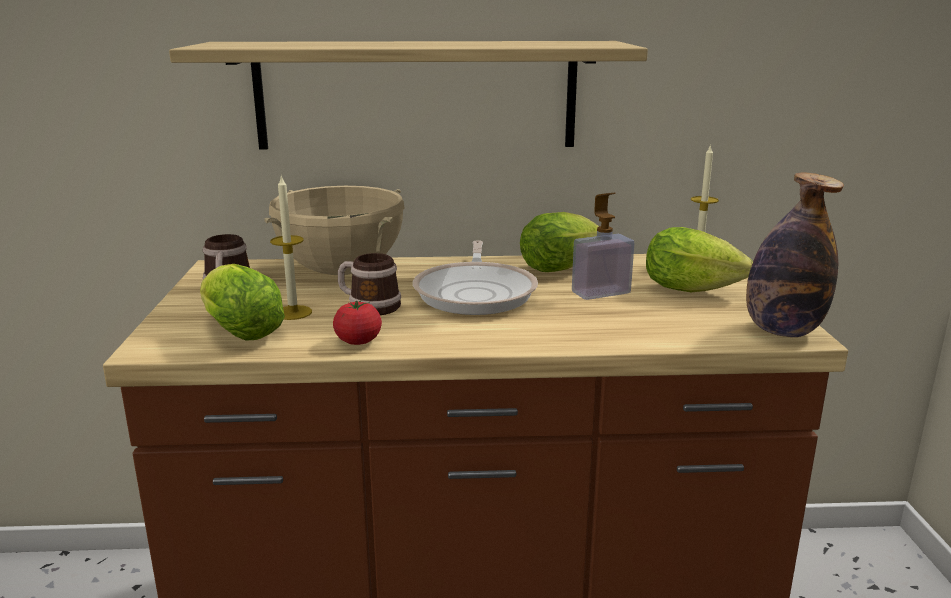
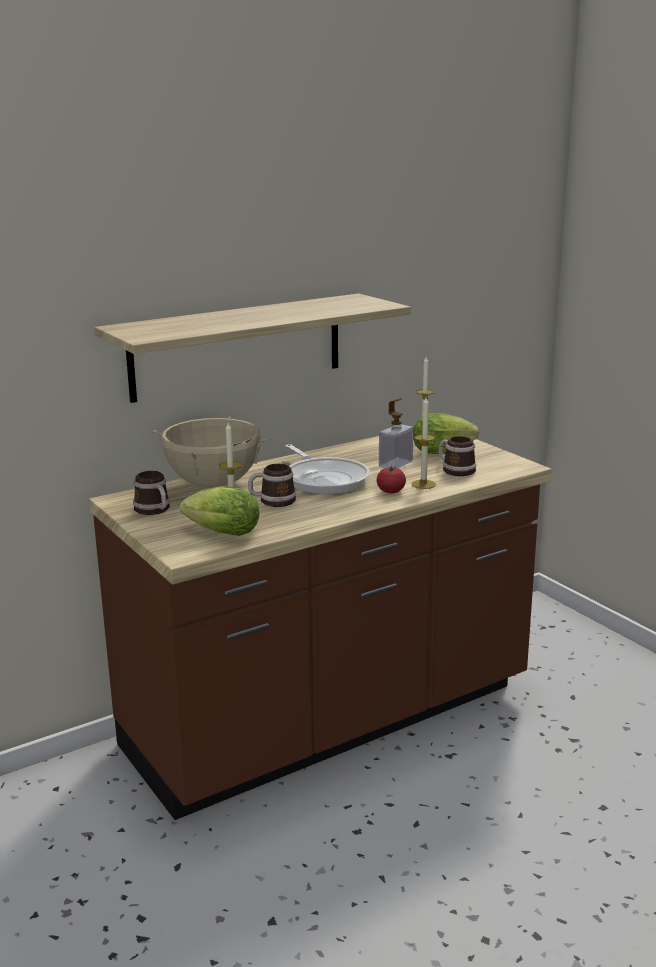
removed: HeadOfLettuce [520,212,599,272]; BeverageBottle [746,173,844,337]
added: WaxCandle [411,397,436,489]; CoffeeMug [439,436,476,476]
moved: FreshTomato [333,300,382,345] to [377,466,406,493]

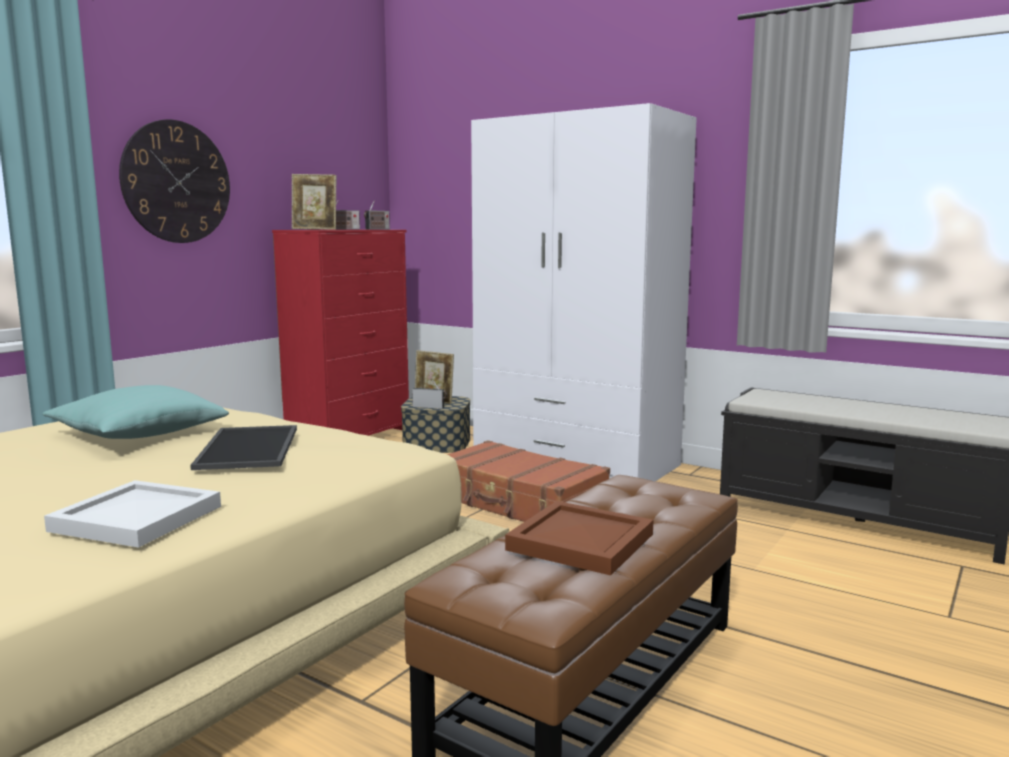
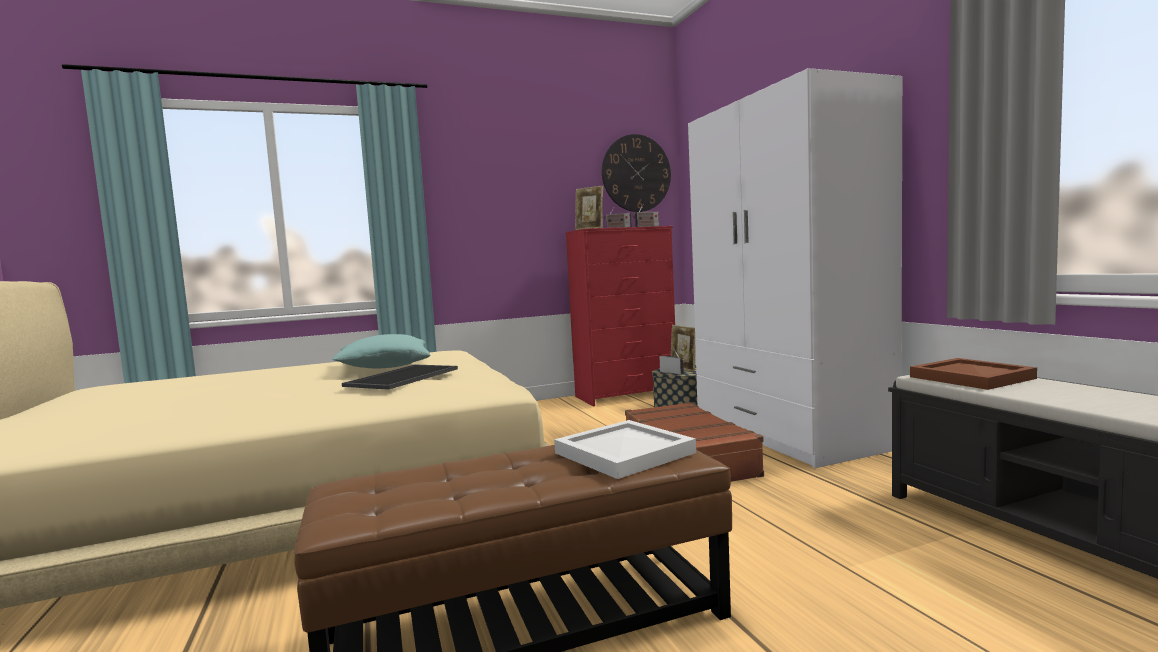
moved: WhiteCarryingTray [44,480,221,548] to [554,420,696,479]; ClockOnTheWall [119,120,230,243] to [602,134,671,212]; BrownCarryingTray [505,501,653,575] to [910,358,1037,390]

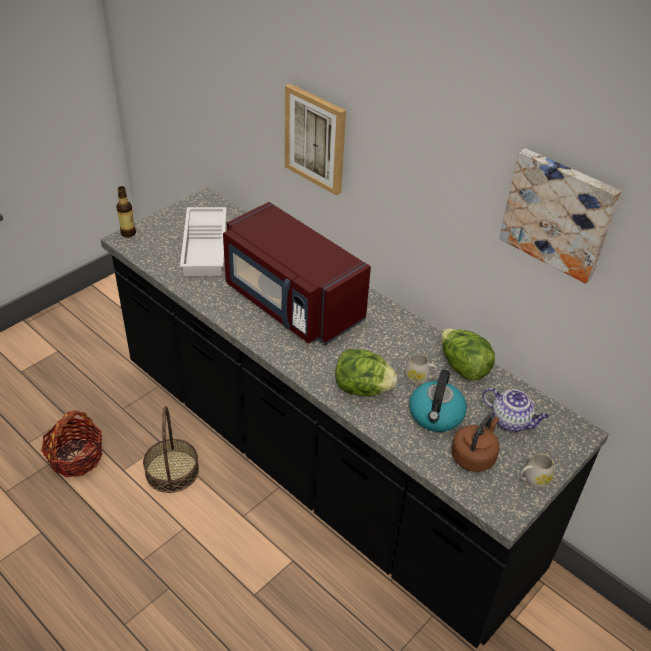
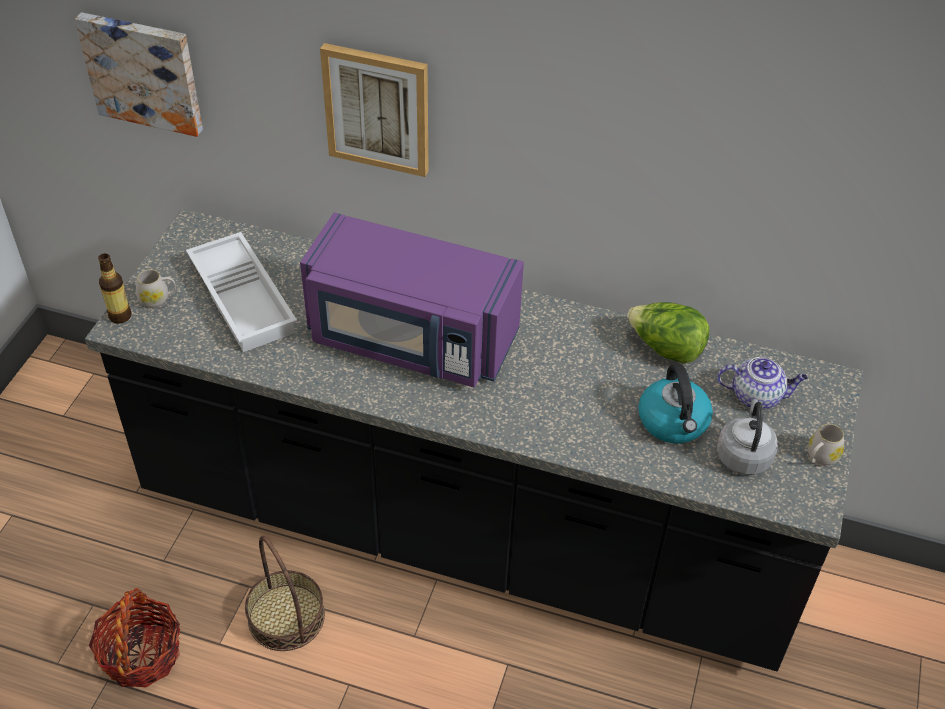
removed: HeadOfLettuce [335,349,397,396]
moved: WhiteCoffeeMug [405,354,438,385] to [136,269,176,308]; Picture [499,148,621,284] to [75,12,203,137]
recoloured: RedColouredKitchenMicrowave [223,202,371,345] to PurpleColouredKitchenMicrowave [300,212,524,387]; BrownTeaKettle [451,415,500,472] to GreyTeaKettle [717,399,778,475]

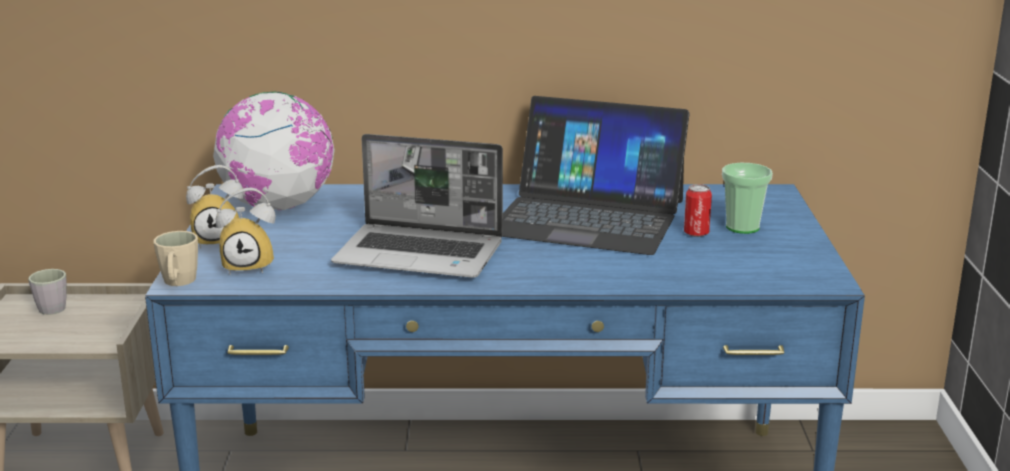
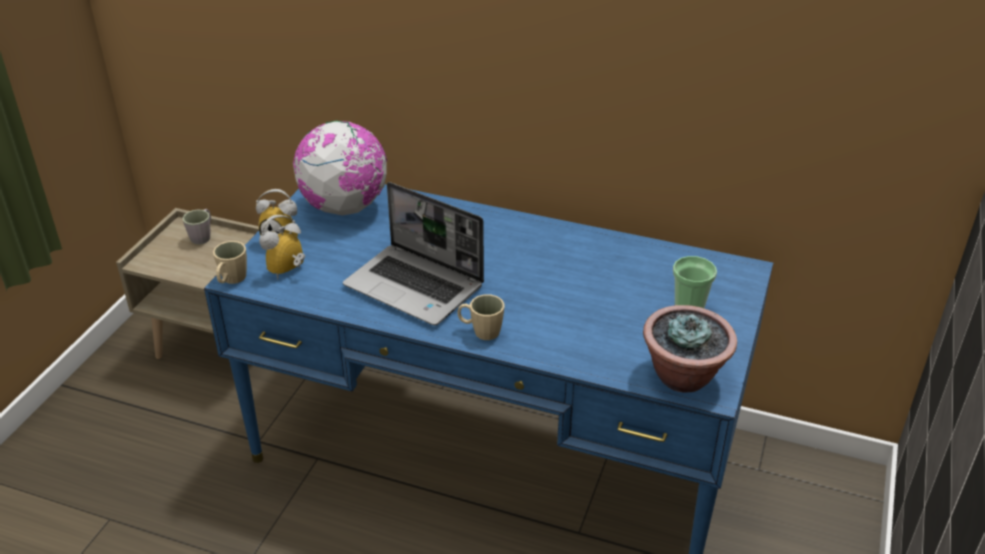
removed: NotebookComputer [502,96,690,255]; MetalCan [684,184,712,237]
added: BeigeColouredCoffeeMug [458,294,504,340]; PlantInAPot [643,305,737,392]
turned: AlarmClock [216,187,276,275] = [259,215,305,280] 120 degrees clockwise

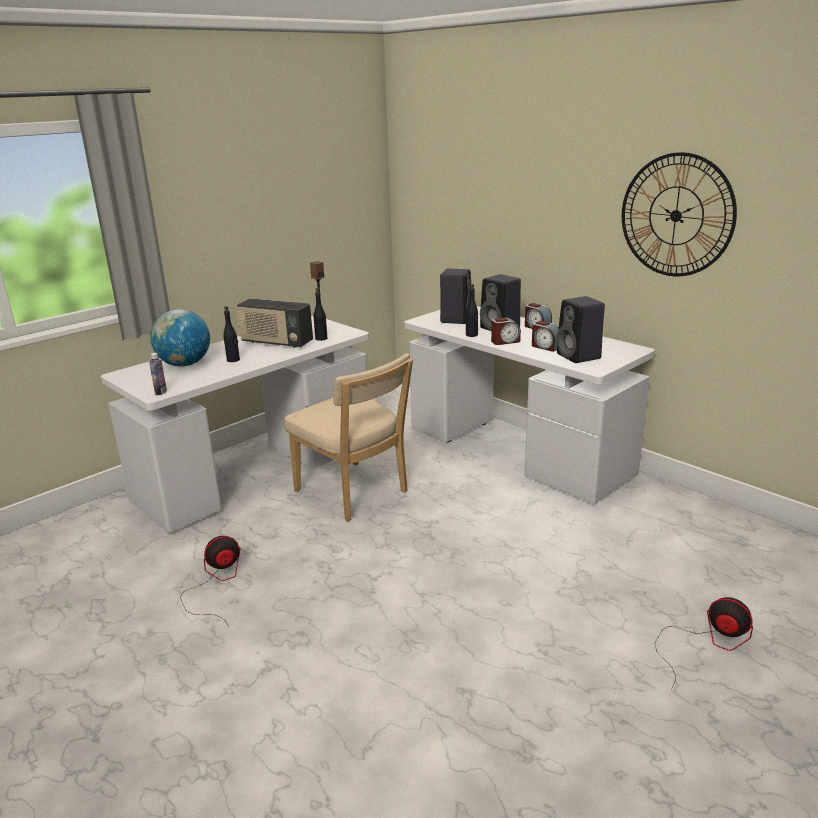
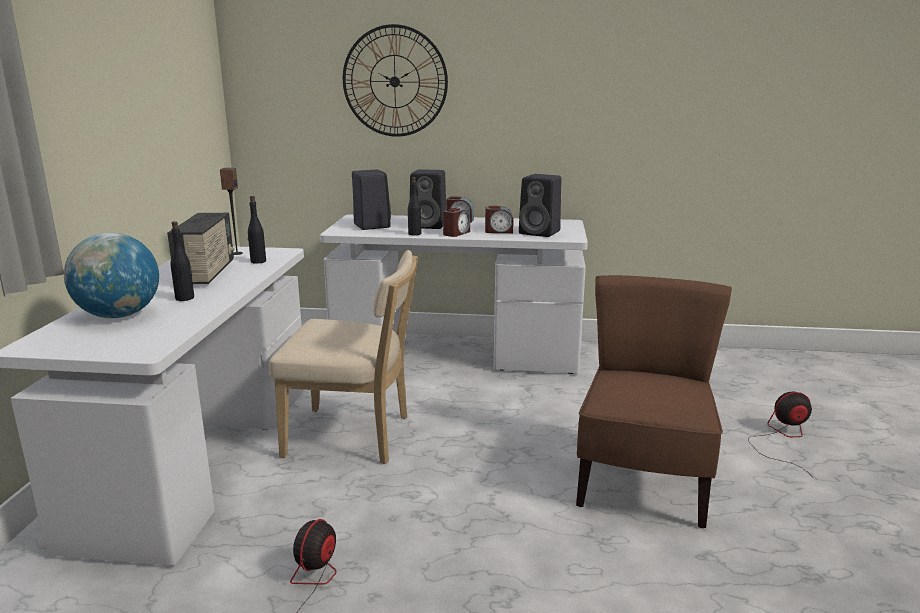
removed: BeverageBottle [149,353,167,395]
added: BrownUprightChair [576,275,732,528]
moved: ClockOnTheWall [622,152,737,276] to [343,24,448,137]
turned: RadioReceiver [236,298,313,348] = [167,213,235,284] 75 degrees counterclockwise

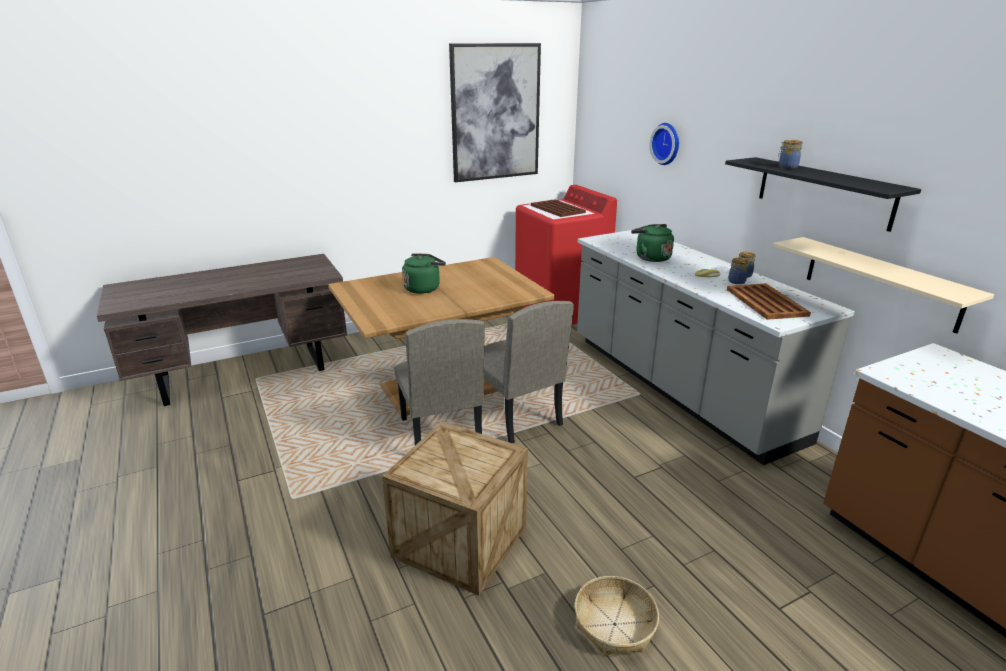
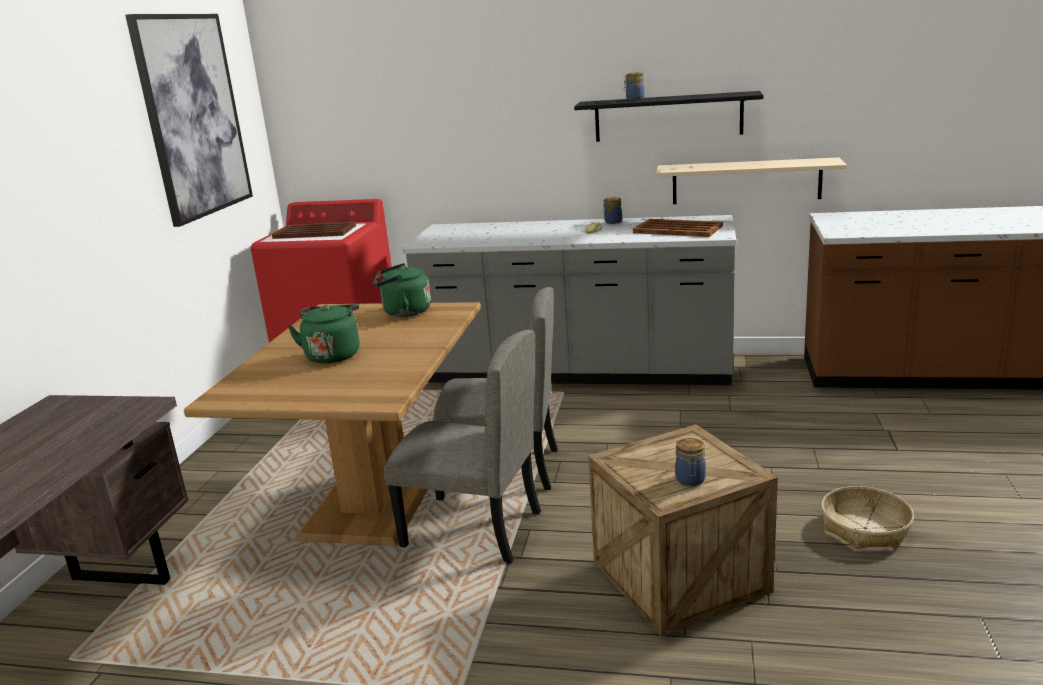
removed: ClockOnTheWall [650,123,679,165]
moved: GreenishTeaKettle [631,224,674,262] to [373,263,431,317]; StorageJar [728,258,749,284] to [675,438,706,486]

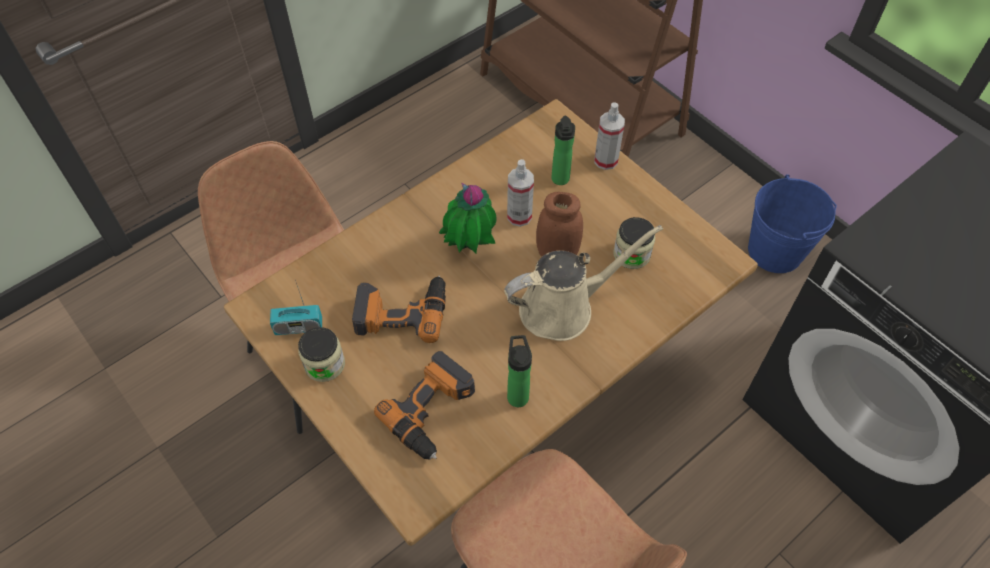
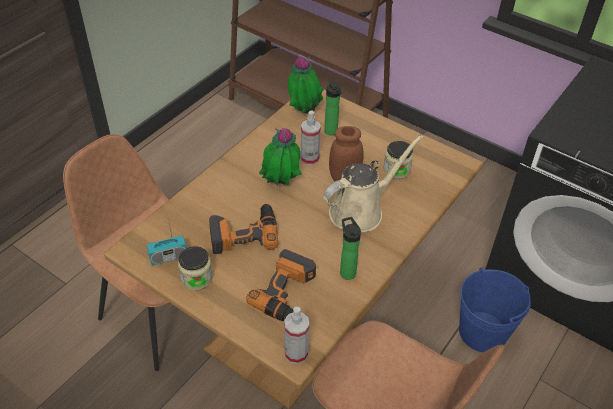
added: PlantInAPot [288,56,324,114]
moved: Sprayer [594,102,625,170] to [284,307,309,364]; BluishPail [748,174,837,273] to [459,267,531,352]

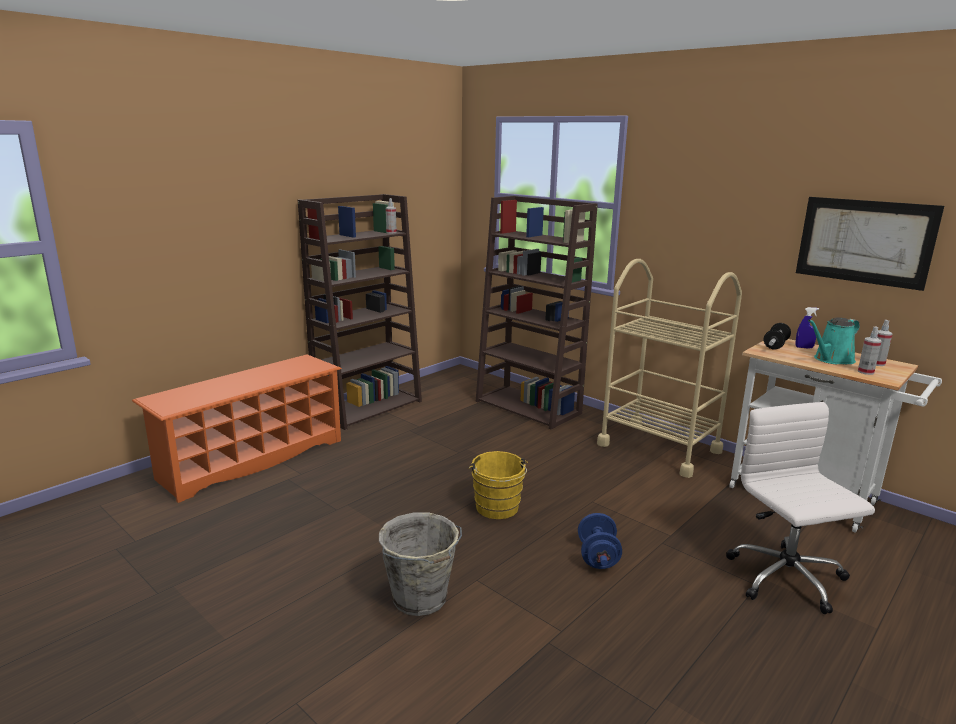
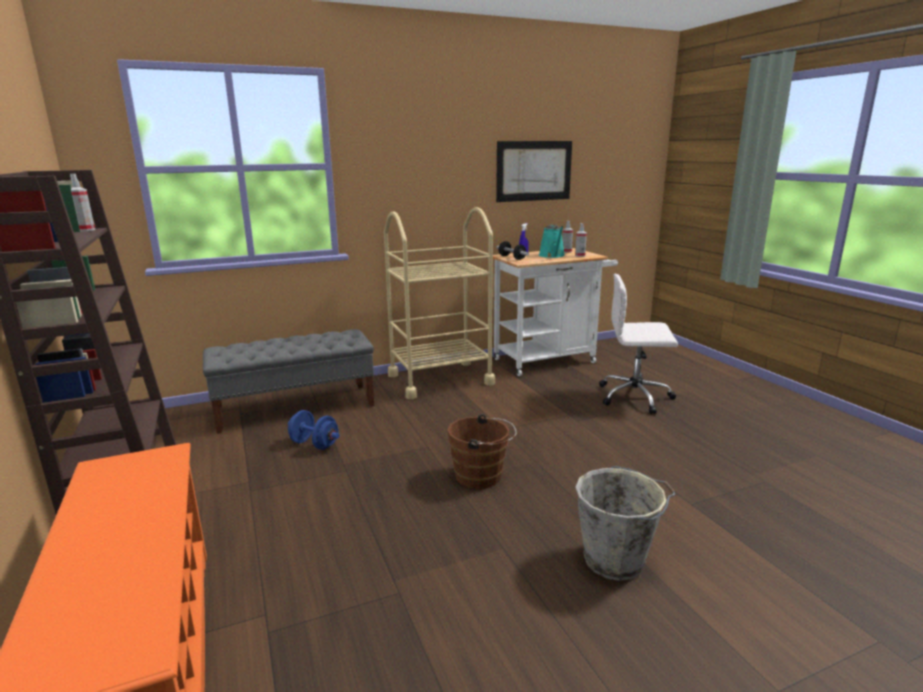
moved: BluishFreeWeight [578,513,622,569] to [288,410,340,450]
replaced: BrownBookcase [476,196,598,429] to GreyBench [203,329,374,434]
recoloured: YellowishPail [469,451,528,519] to BrownPail [447,414,517,489]

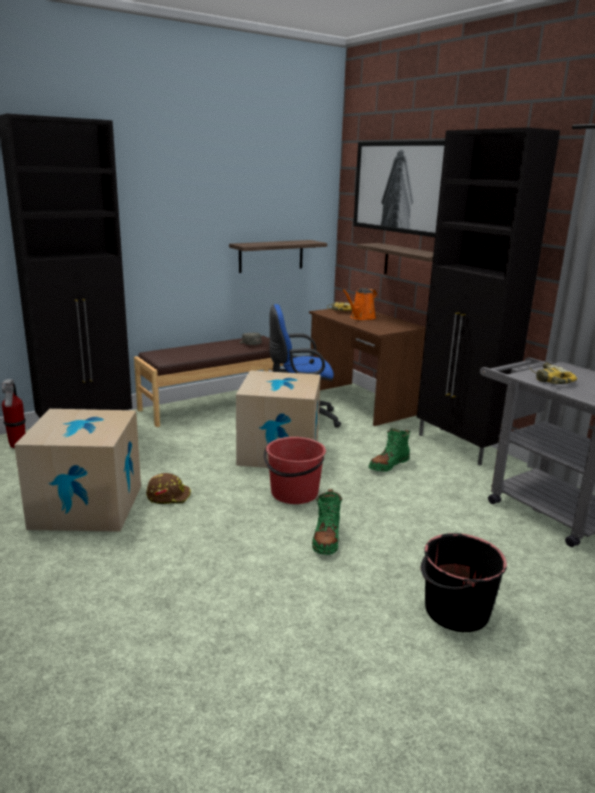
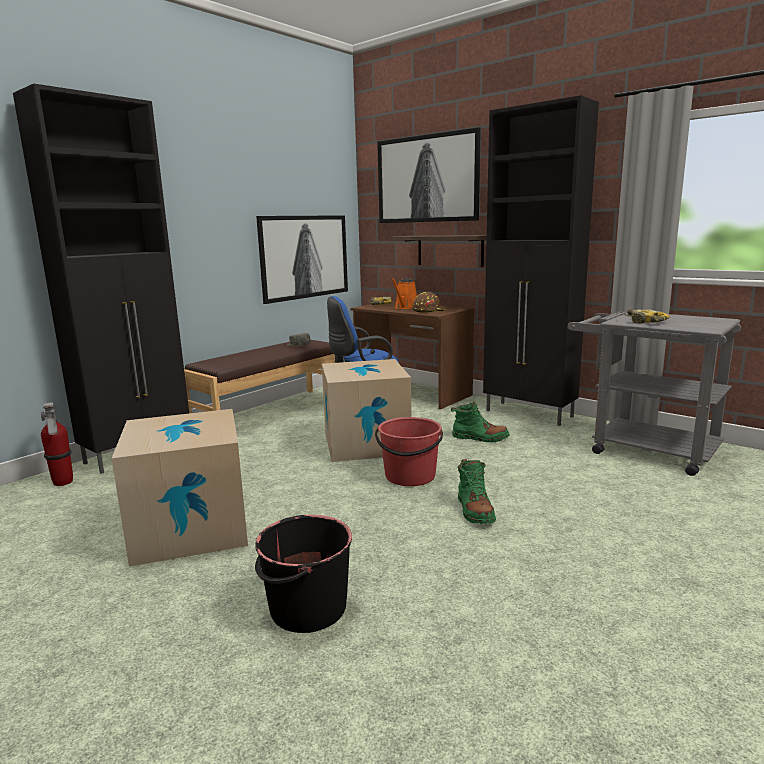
moved: BrownHardHat [146,473,191,504] to [412,292,445,313]; BlackPail [421,533,507,632] to [255,515,352,633]
replaced: WallShelf [229,240,327,273] to Picture [256,215,348,304]
turned: GreenishBoot [369,428,410,472] = [451,401,510,442] 105 degrees counterclockwise

